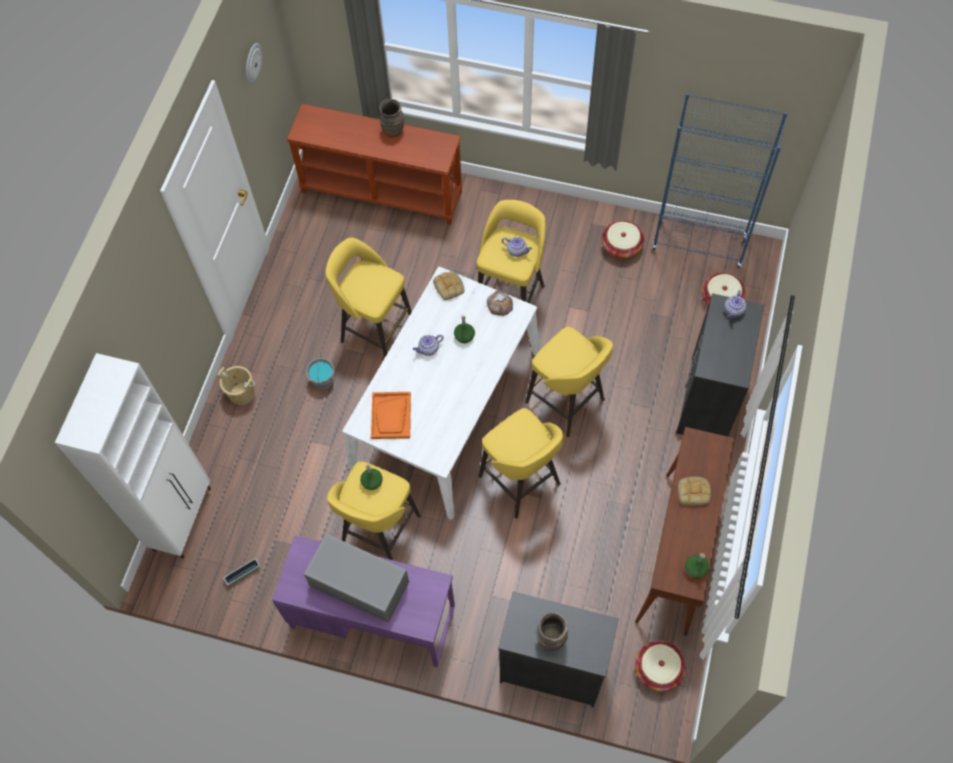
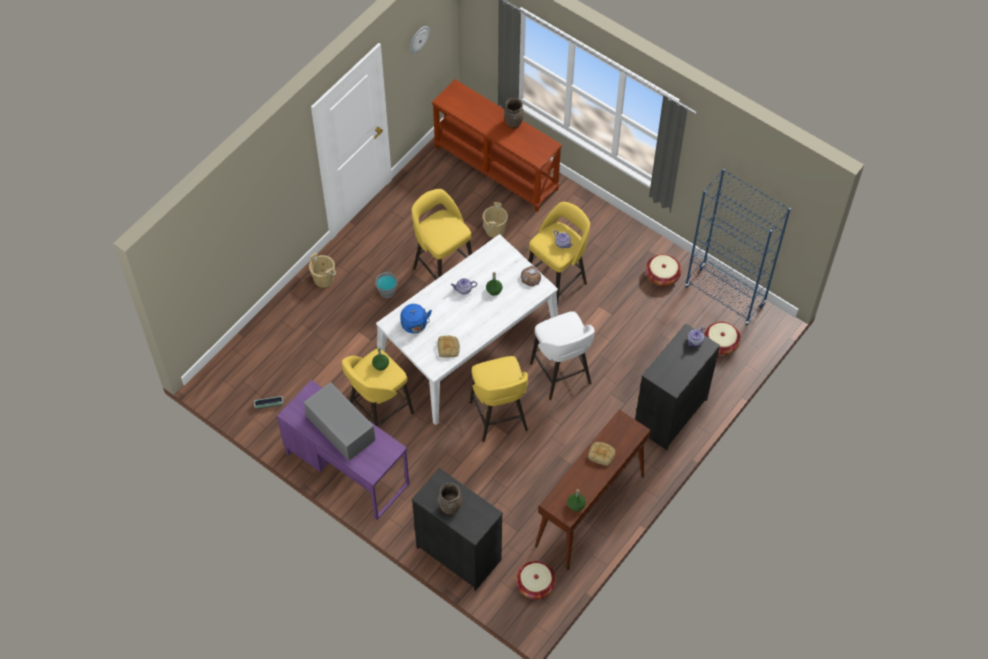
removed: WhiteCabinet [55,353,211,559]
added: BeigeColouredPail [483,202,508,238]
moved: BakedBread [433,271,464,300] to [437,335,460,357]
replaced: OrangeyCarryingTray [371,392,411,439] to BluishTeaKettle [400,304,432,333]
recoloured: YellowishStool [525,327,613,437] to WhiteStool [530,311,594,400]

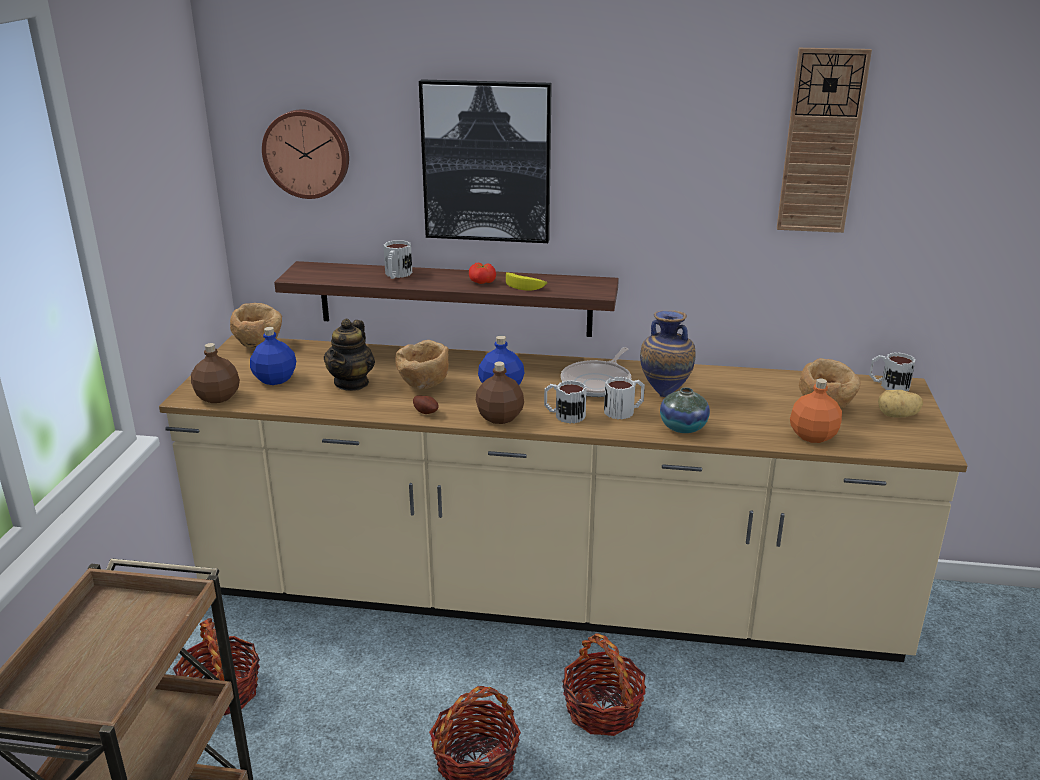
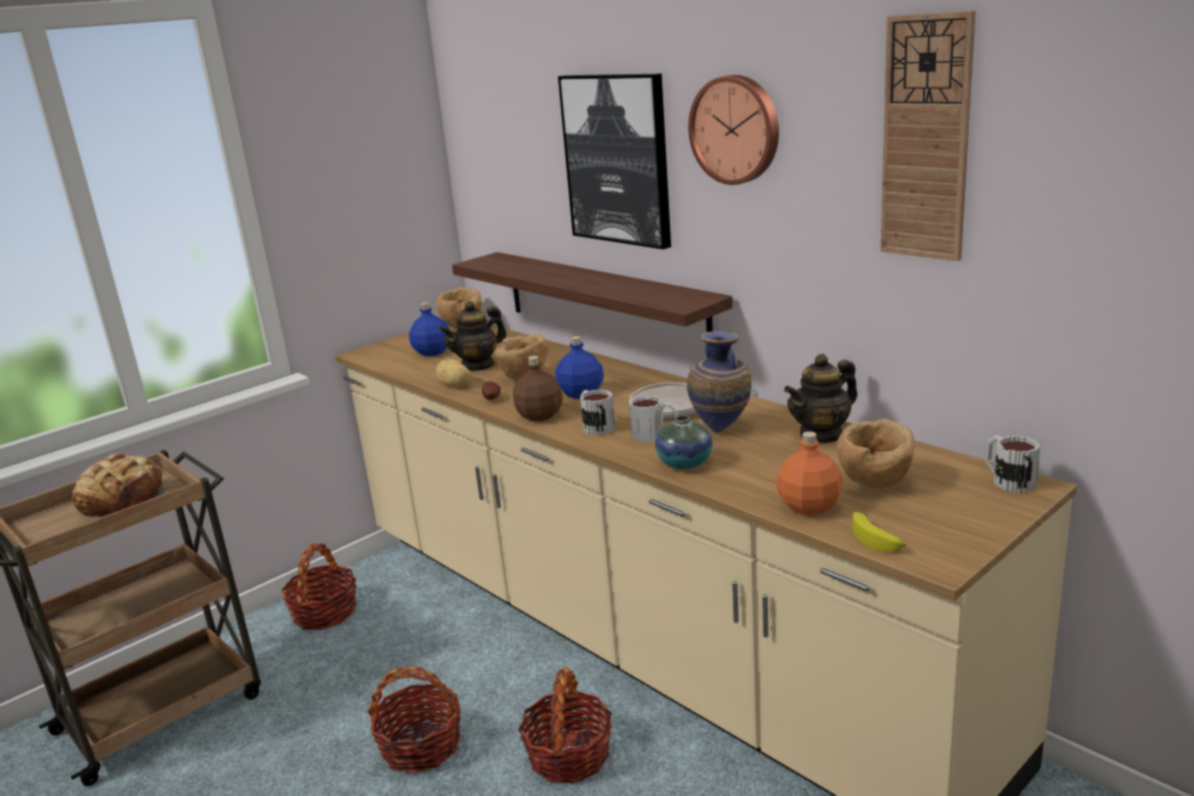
removed: BrownBeverageBottle [191,343,240,403]; CoffeeMug [383,240,412,279]; FreshTomato [469,263,496,284]
added: BakedBread [72,453,170,517]; PotForTea [784,354,858,444]
moved: ClockOnTheWall [262,109,349,199] to [688,75,779,185]; BananaFruit [506,272,547,291] to [852,512,906,552]; WholePotato [878,390,923,418] to [436,359,470,386]

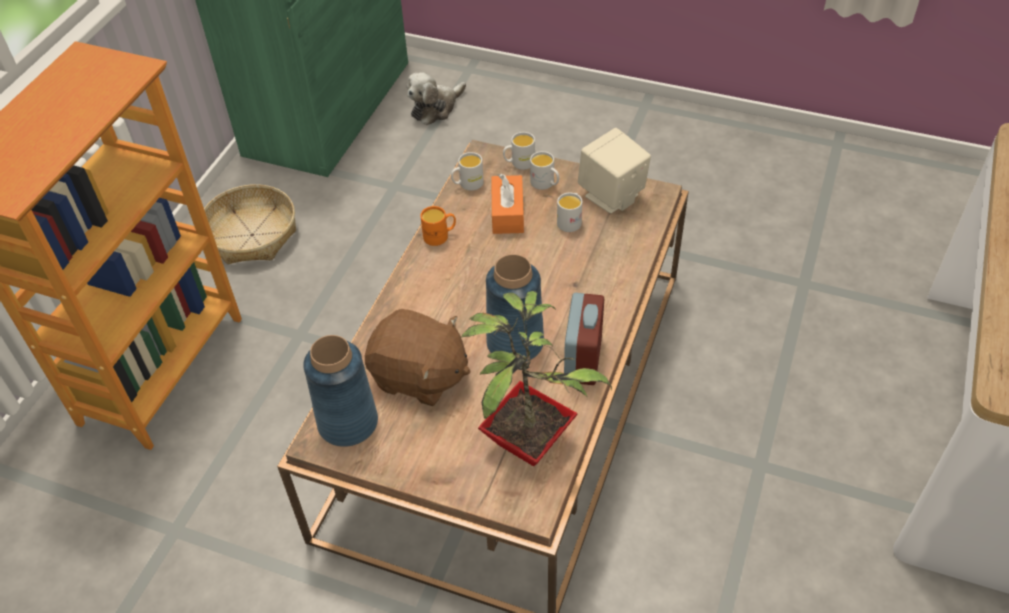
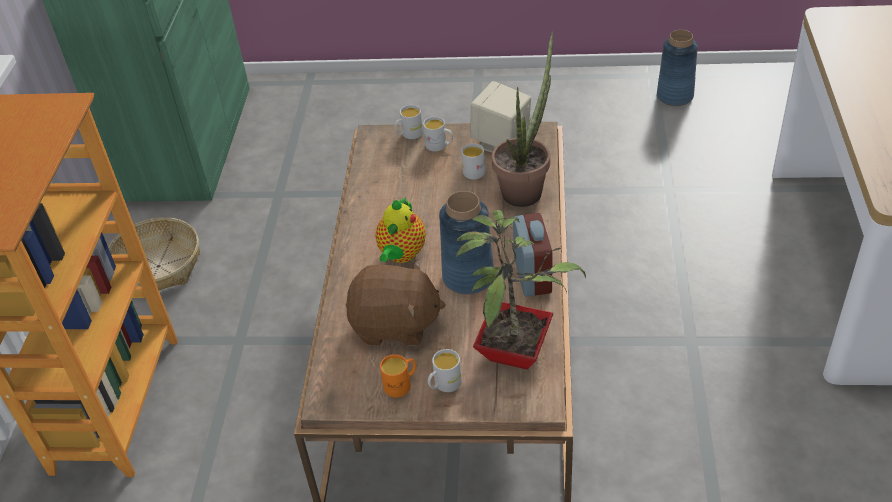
removed: CuddlyToy [407,72,466,125]; OrangeyBoxOfTissues [492,174,524,234]
added: PotForTea [375,196,426,263]; PlantInAPot [492,32,553,207]
moved: BluishVase [303,335,378,447] to [657,30,698,106]; OrangeyCoffeeMug [420,206,456,246] to [380,354,416,398]; WhiteCoffeeMug [451,152,484,191] to [428,349,462,392]

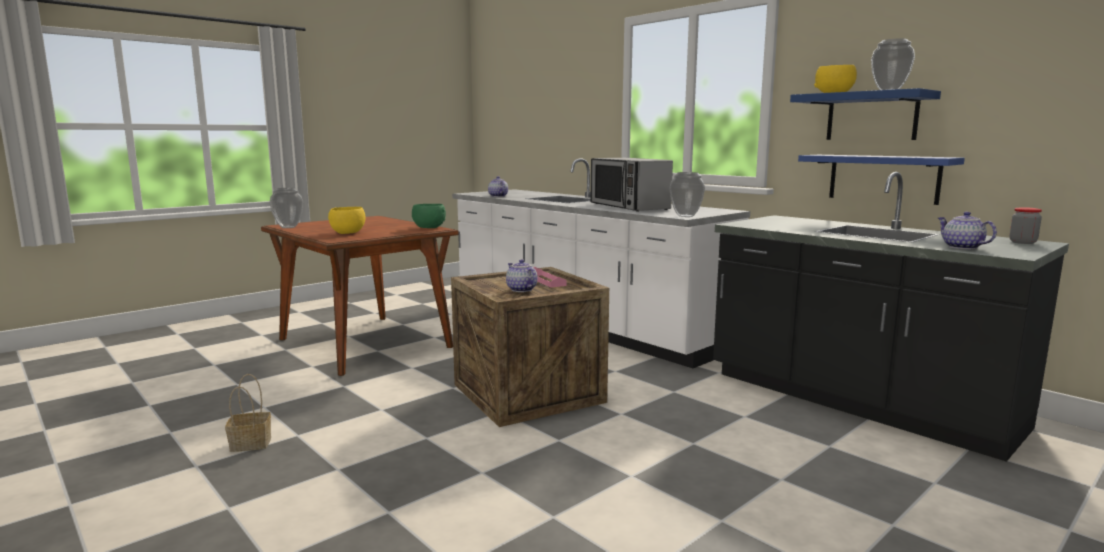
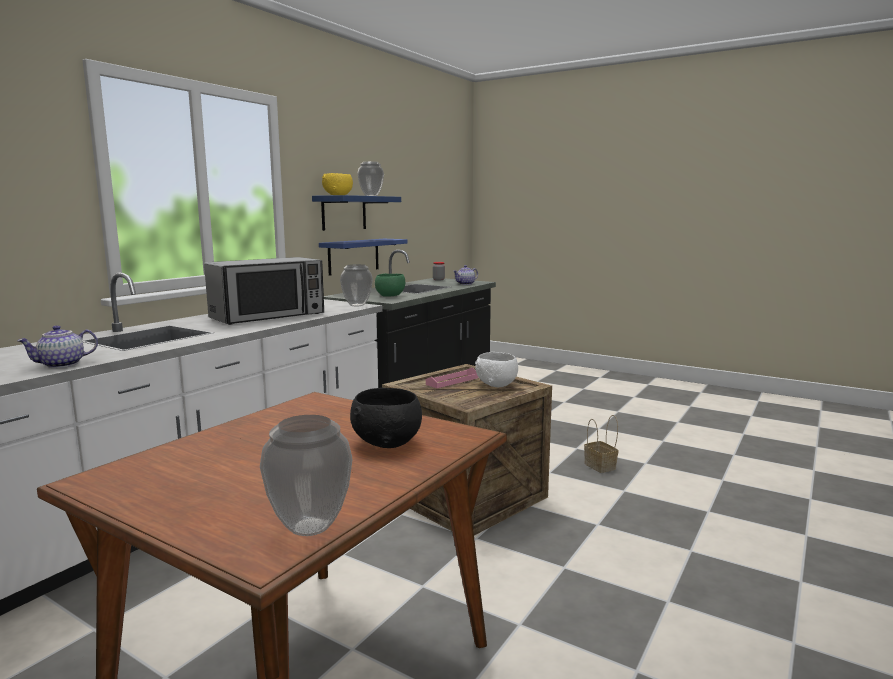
moved: StorageBasket [225,374,271,452] to [584,415,618,473]; GreenishServingBowl [412,204,446,228] to [375,274,405,297]
replaced: PotForTea [506,259,537,292] to WhiteServingBowl [475,352,518,387]
recoloured: YellowishServingBowl [328,207,365,234] to BlackServingBowl [350,388,422,448]

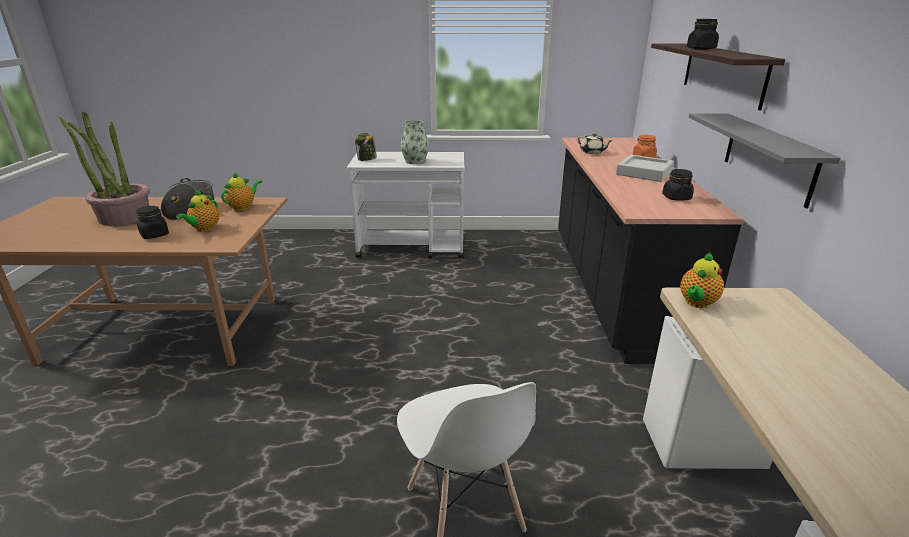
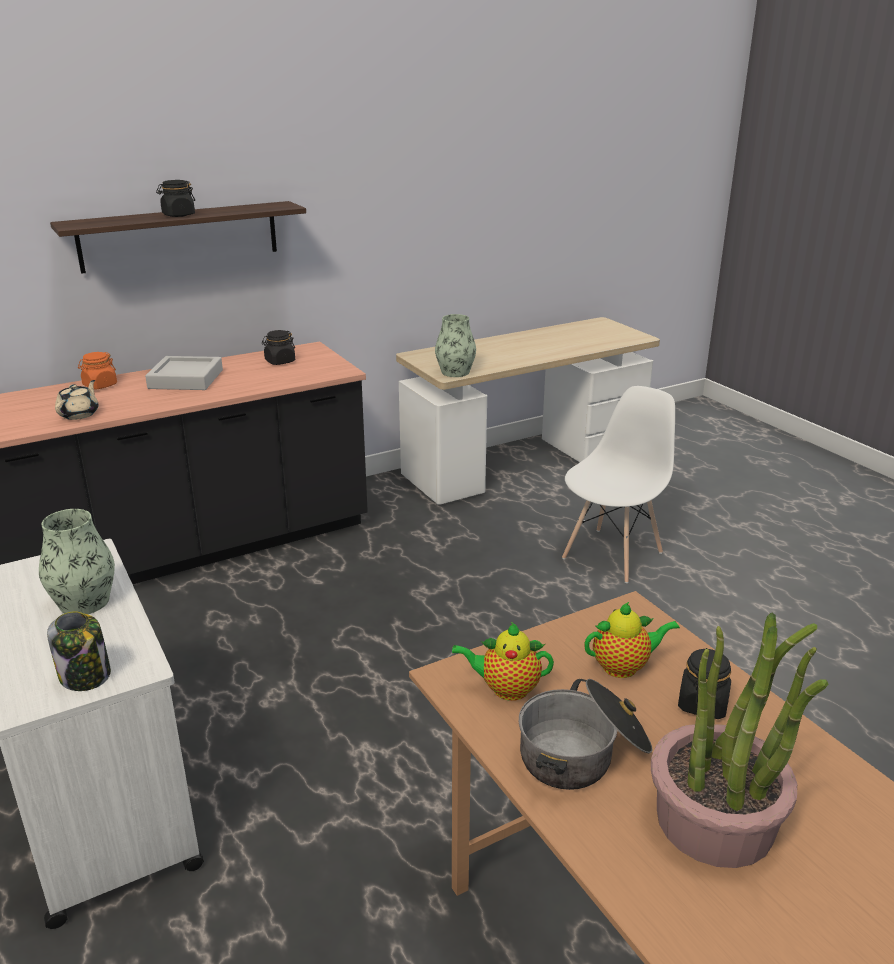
removed: GreyWallShelf [689,114,841,209]
replaced: PotForTea [680,252,724,308] to Vase [435,314,476,377]

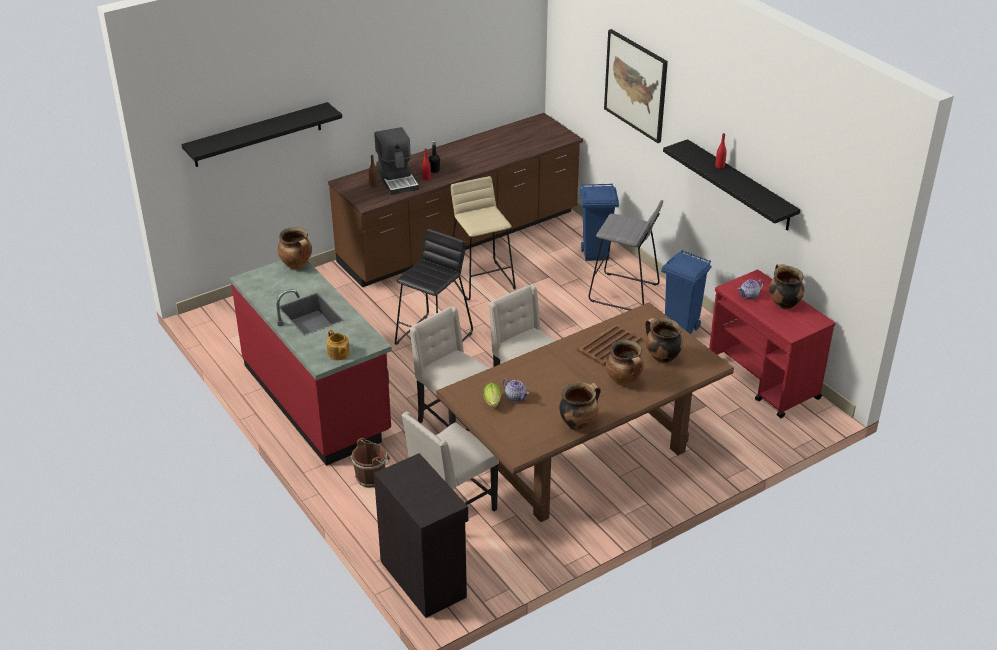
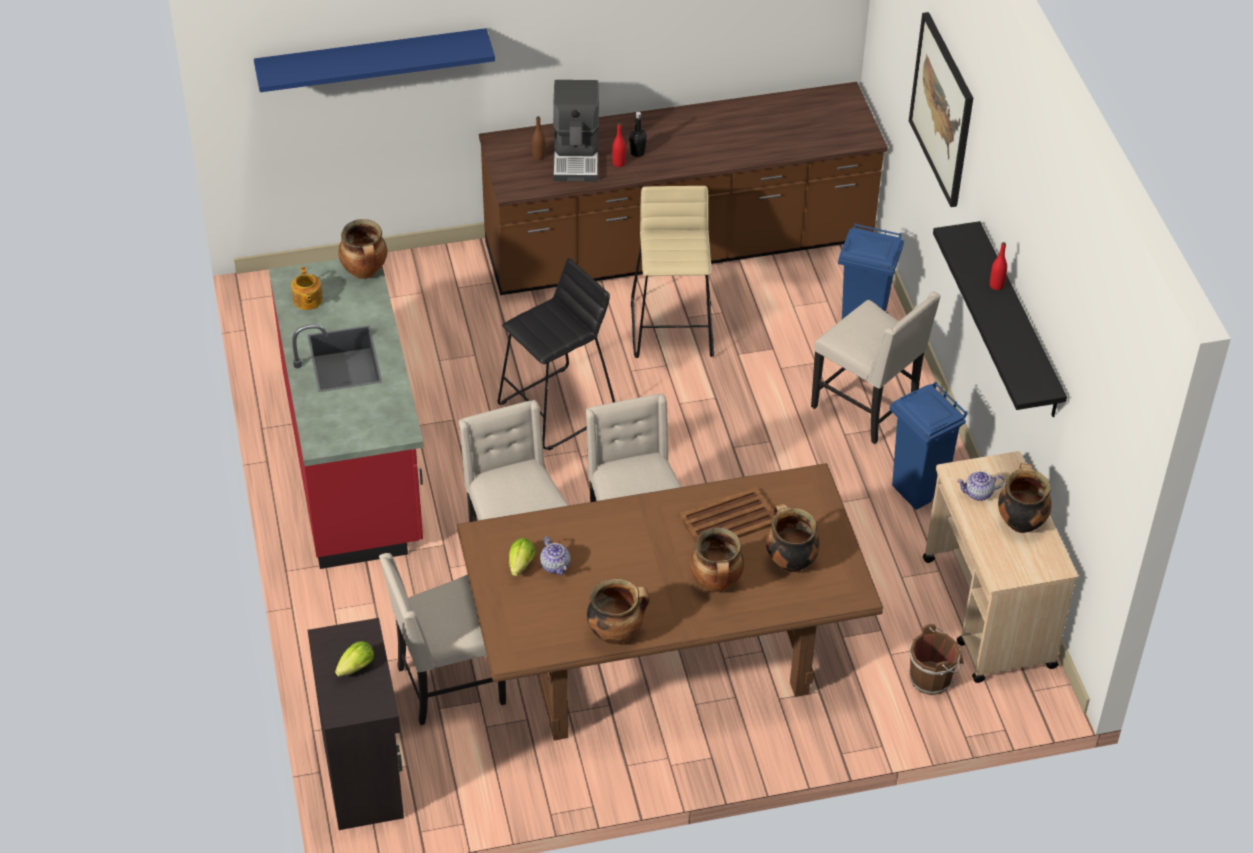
added: HeadOfLettuce [335,641,374,677]
moved: PotForTea [326,330,350,360] to [291,267,323,310]; BrownPail [350,438,390,487] to [908,624,964,695]
replaced: GreyStool [588,200,663,310] to BeigeColouredUprightChair [811,292,941,444]
recoloured: BlackWallShelf [181,102,342,167] to BluishWallShelf [254,28,495,92]; RedColouredCart [709,270,835,418] to BeigeColouredCart [923,451,1078,683]

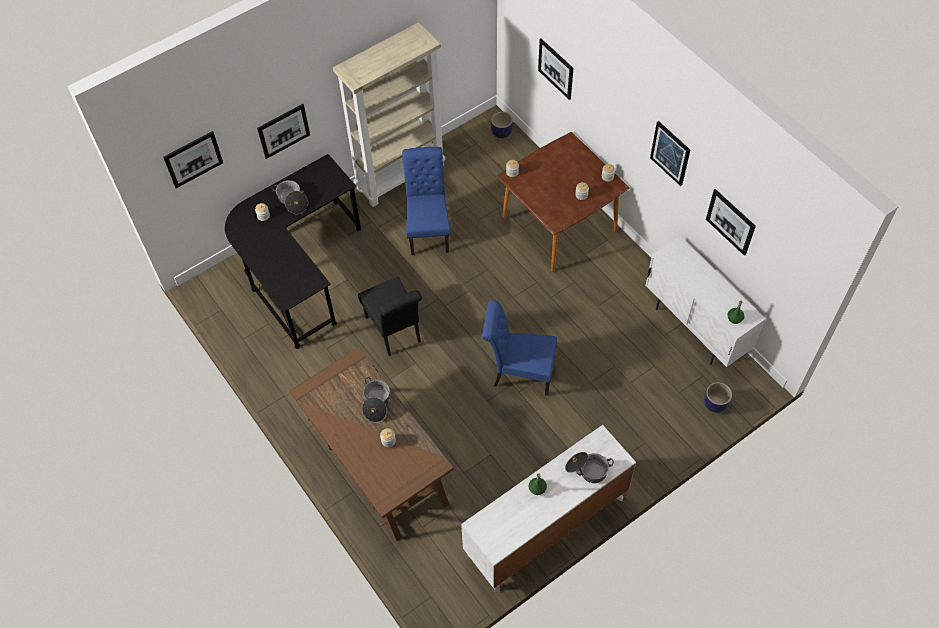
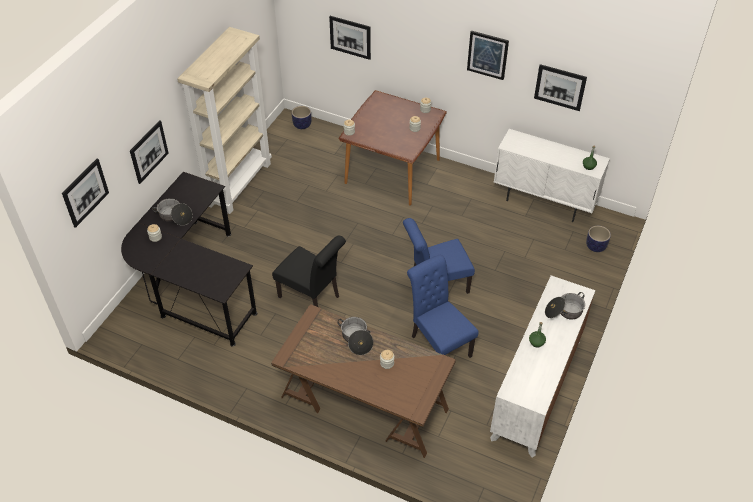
moved: BluishUprightChair [402,147,450,255] to [407,255,479,358]

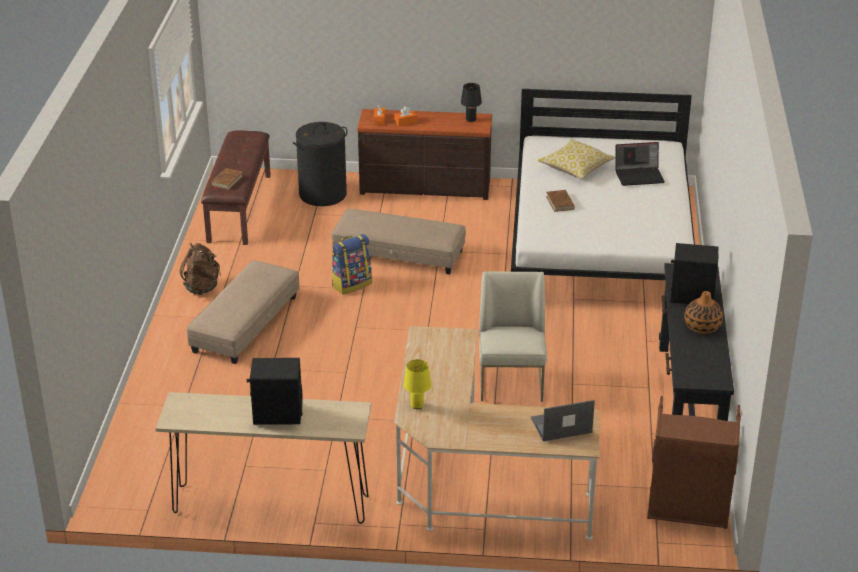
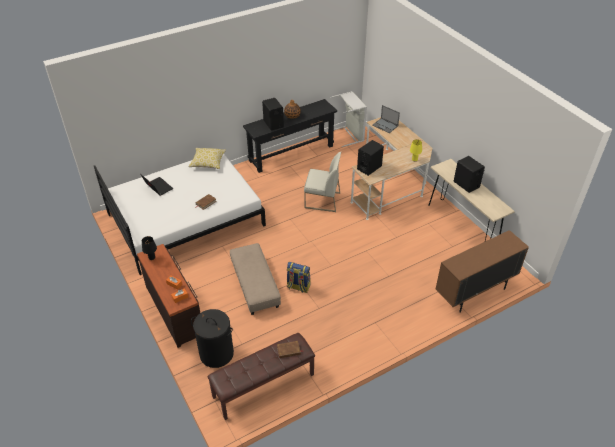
removed: BrownBackpack [180,243,221,295]; BeigeColouredFootrest [187,260,299,364]
added: BlackSpeaker [357,140,384,176]; BrownCabinet [435,230,529,312]
moved: ThrowPillow [537,140,615,179] to [188,148,226,169]
recoloured: BrownLaundryBasket [647,396,741,529] to GreyLaundryBasket [330,91,367,147]
turned: WhiteUprightChair [479,271,547,402] = [304,152,341,212] 135 degrees counterclockwise

